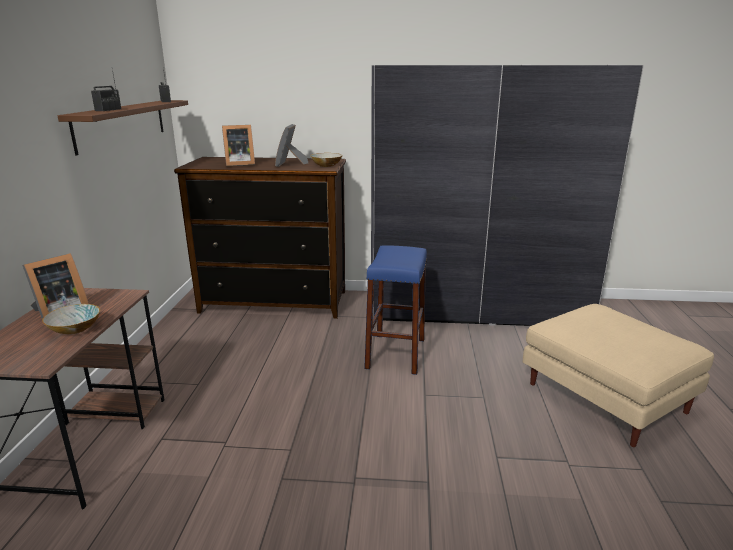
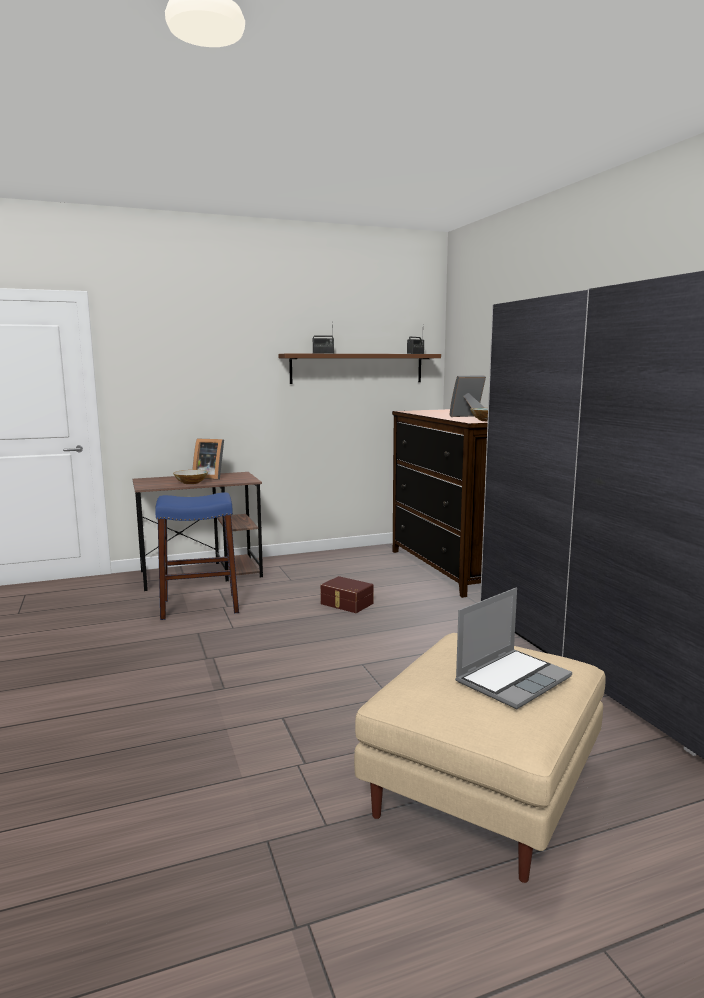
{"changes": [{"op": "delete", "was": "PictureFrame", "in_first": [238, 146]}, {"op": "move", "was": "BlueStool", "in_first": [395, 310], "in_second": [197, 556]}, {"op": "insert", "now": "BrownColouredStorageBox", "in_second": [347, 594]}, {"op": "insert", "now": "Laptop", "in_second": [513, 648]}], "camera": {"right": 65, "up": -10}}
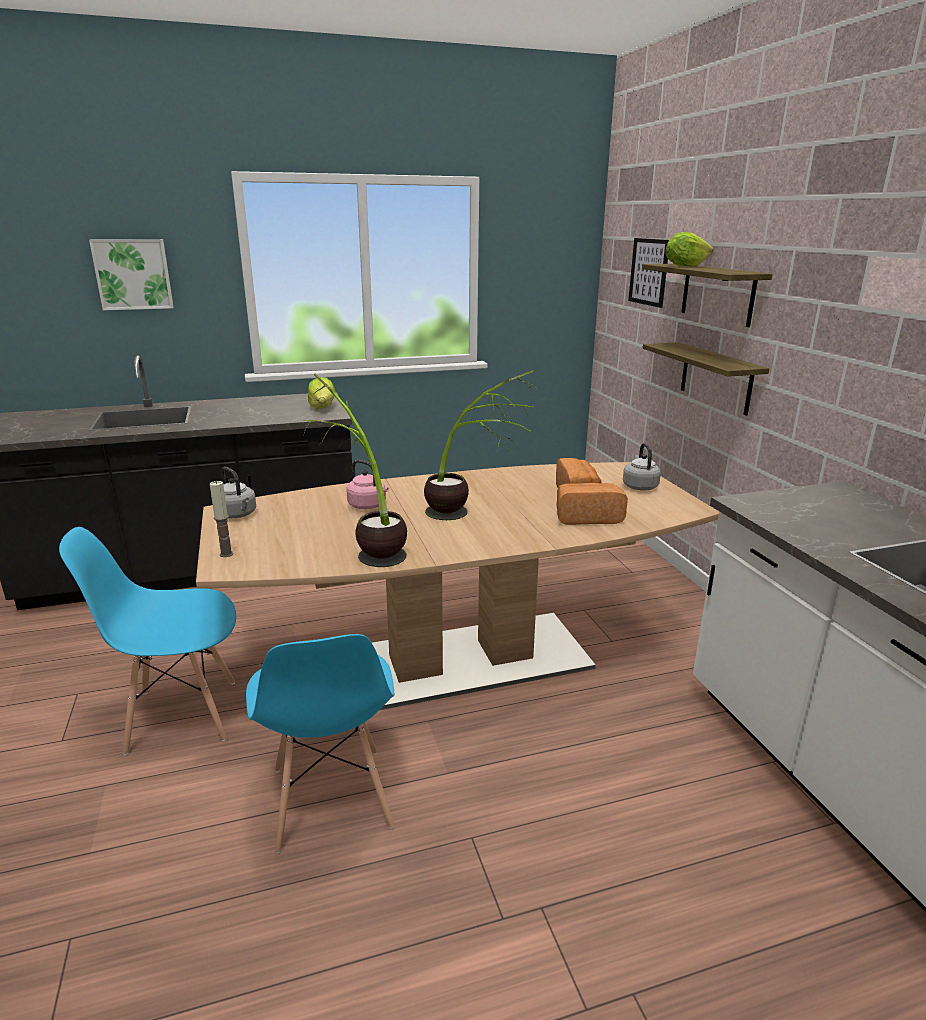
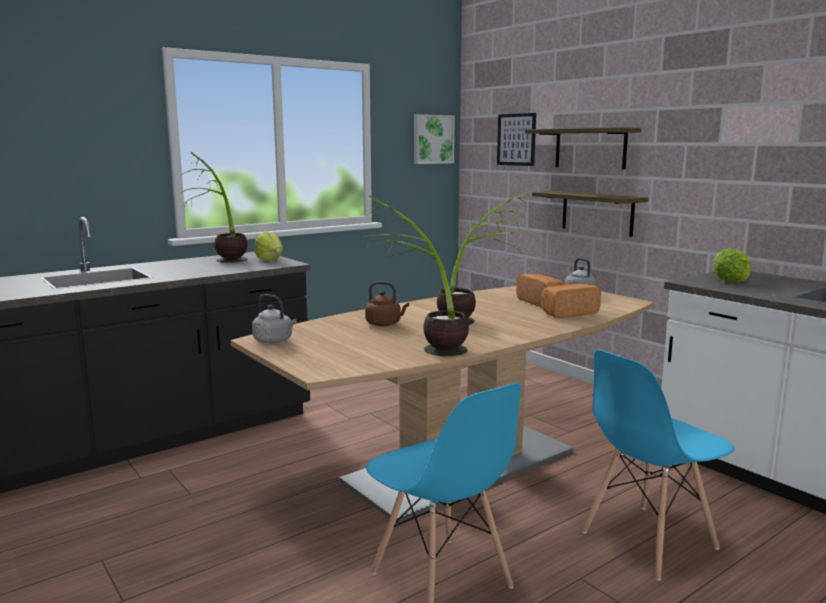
{"changes": [{"op": "move", "was": "BluePlainChair", "in_first": [147, 641], "in_second": [658, 465]}, {"op": "move", "was": "WallPicture", "in_first": [131, 274], "in_second": [434, 139]}, {"op": "delete", "was": "Candle", "in_first": [222, 519]}, {"op": "recolor", "was": "PinkishWaterKettle", "now": "BrownColouredWaterKettle", "in_first": [367, 484], "in_second": [387, 303]}, {"op": "move", "was": "Lettuce", "in_first": [689, 249], "in_second": [731, 265]}, {"op": "insert", "now": "PottedPlant", "in_second": [213, 207]}], "camera": {"right": -20, "up": -10}}
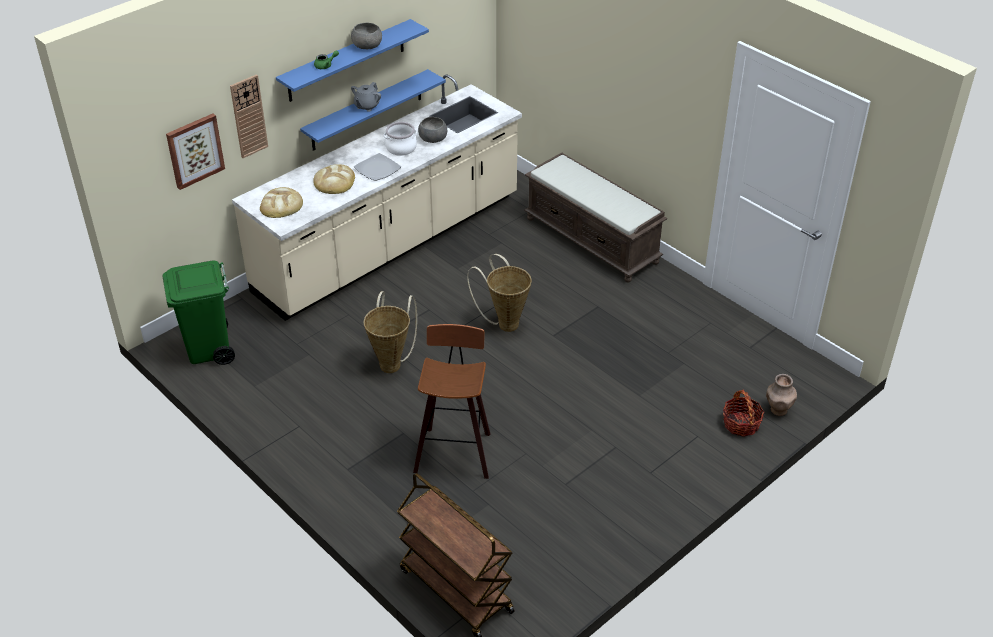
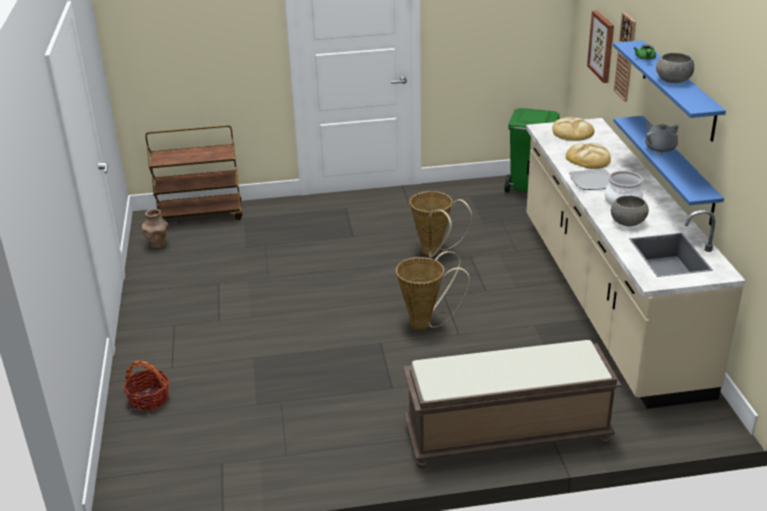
{"changes": [{"op": "delete", "was": "Stool", "in_first": [451, 401]}, {"op": "move", "was": "BrownColouredFlowerVase", "in_first": [781, 395], "in_second": [155, 228]}], "camera": {"right": 125, "up": -10}}
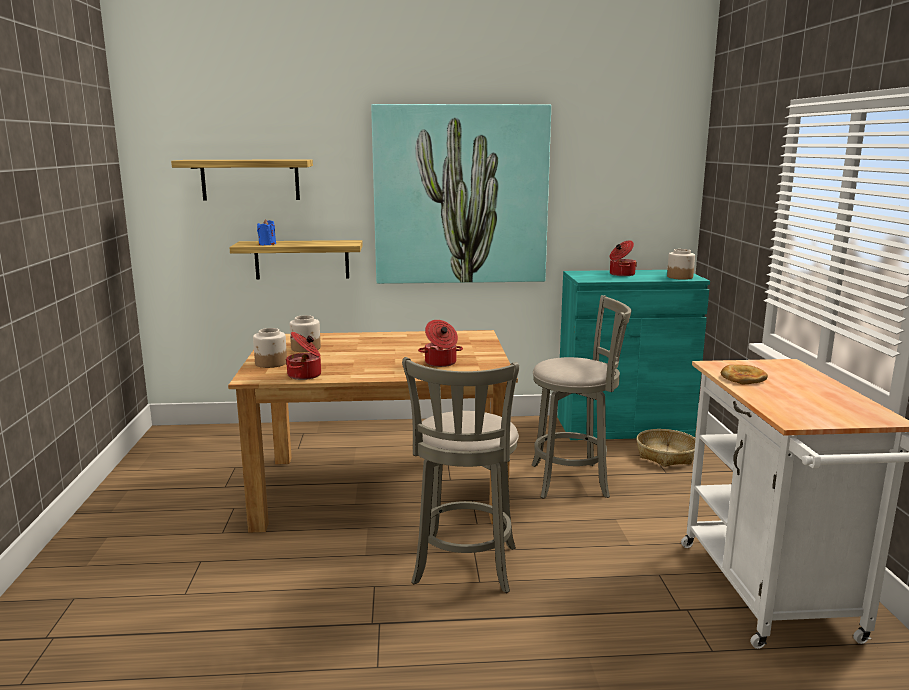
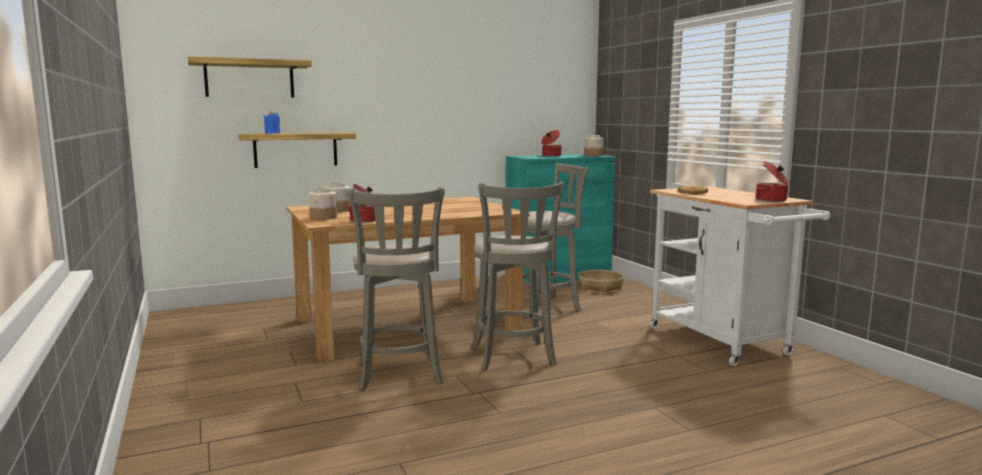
{"changes": [{"op": "delete", "was": "WallPicture", "in_first": [461, 194]}, {"op": "move", "was": "CookingPot", "in_first": [440, 343], "in_second": [772, 181]}, {"op": "insert", "now": "GreyStool", "in_second": [396, 289]}], "camera": {"right": -20, "up": -5}}
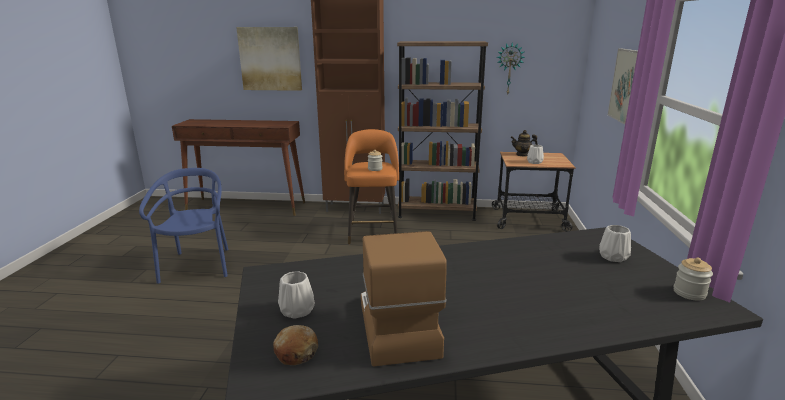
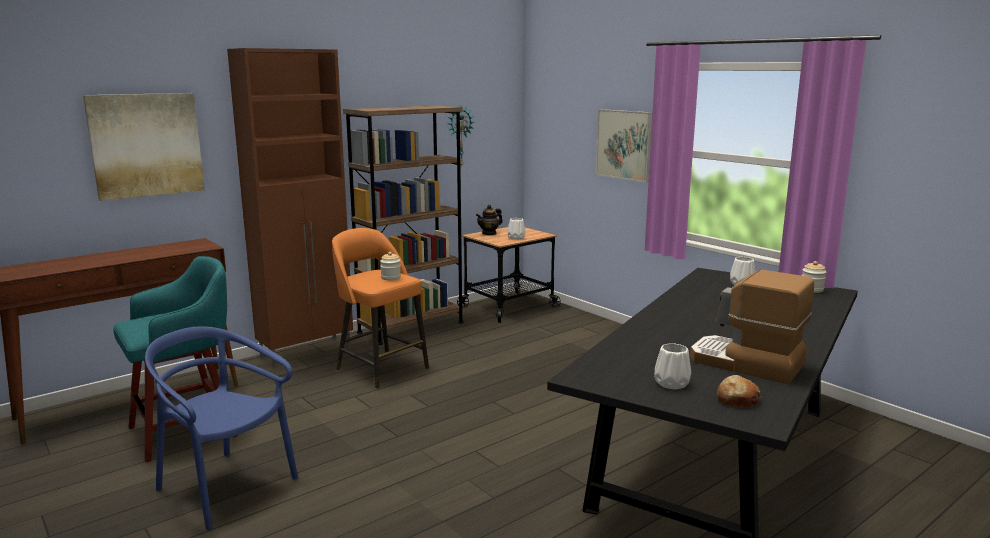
{"changes": [{"op": "insert", "now": "TurquoiseStool", "in_second": [175, 359]}], "camera": {"right": -45, "up": -5}}
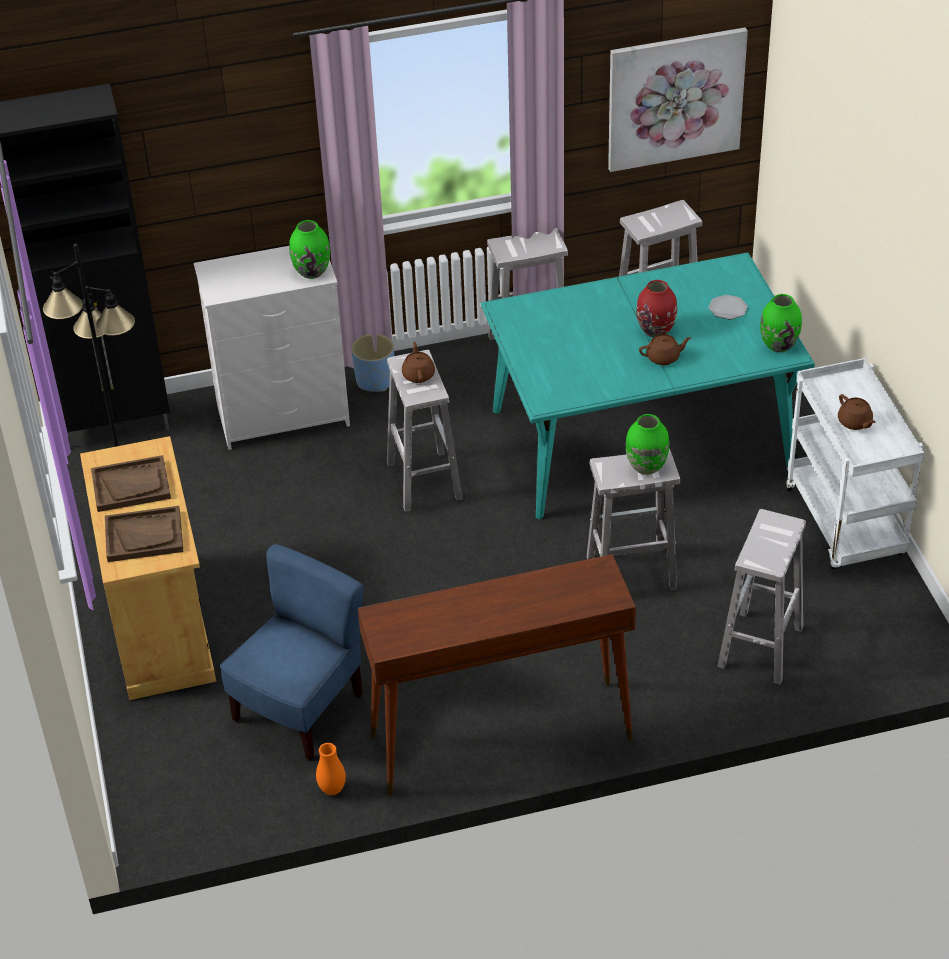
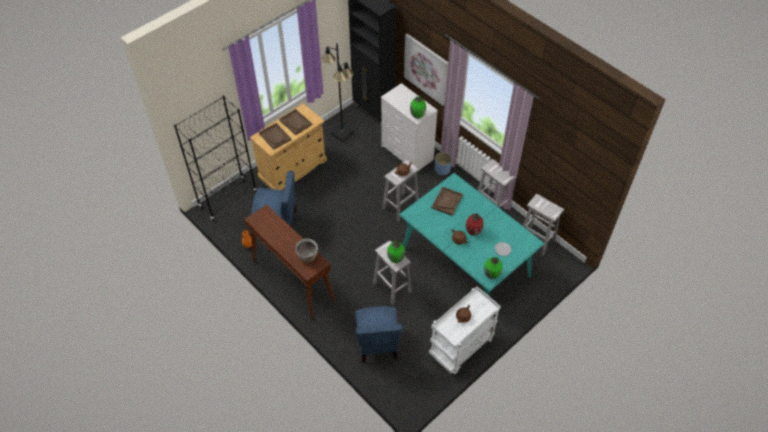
{"changes": [{"op": "move", "was": "WallPicture", "in_first": [678, 100], "in_second": [426, 70]}, {"op": "replace", "was": "WhiteColouredStool", "now": "BluePlainChair", "in_first": [761, 597], "in_second": [378, 334]}, {"op": "insert", "now": "BlackColouredShelvingUnit", "in_second": [215, 157]}, {"op": "insert", "now": "BrownColouredCookingPot", "in_second": [306, 251]}, {"op": "insert", "now": "BrownColouredServingTray", "in_second": [447, 201]}], "camera": {"right": 60, "up": 10}}
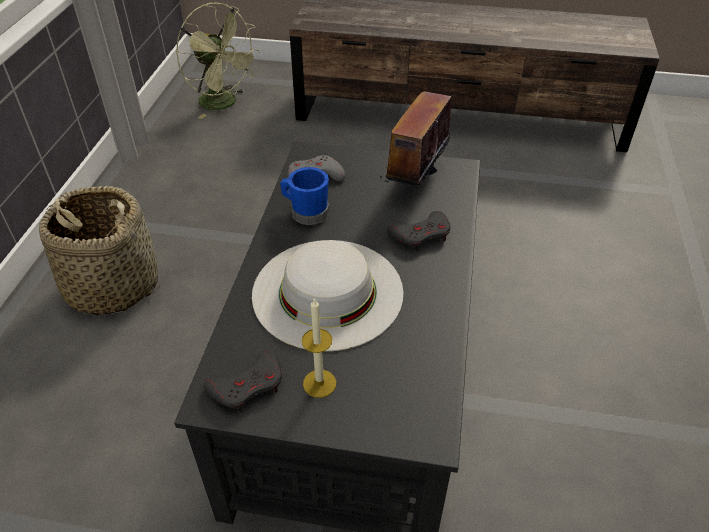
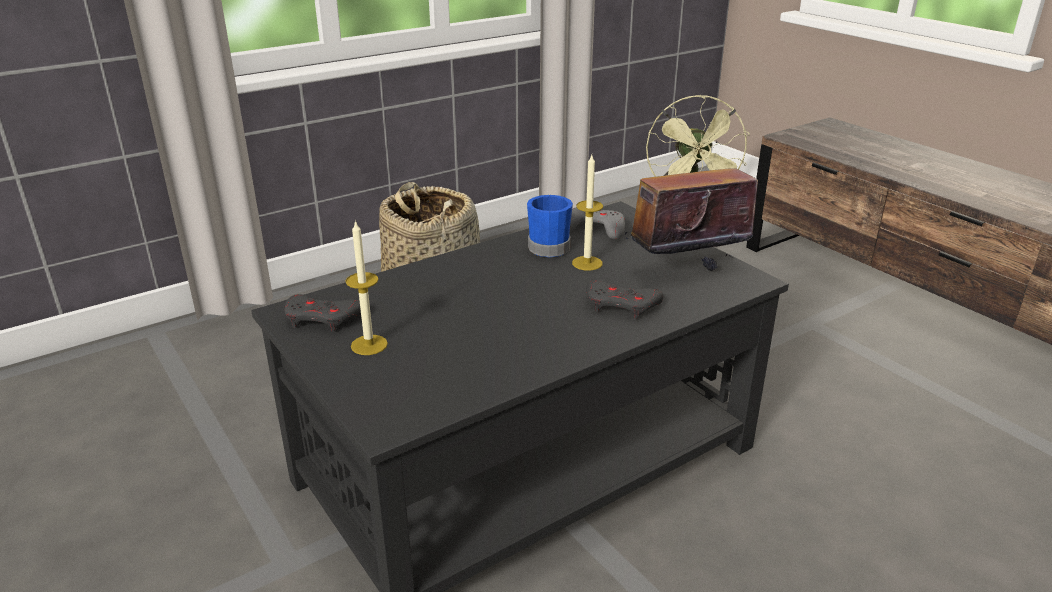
{"changes": [{"op": "delete", "was": "WhiteColouredClothingHat", "in_first": [327, 296]}, {"op": "insert", "now": "Candle", "in_second": [587, 213]}], "camera": {"right": 45, "up": -15}}
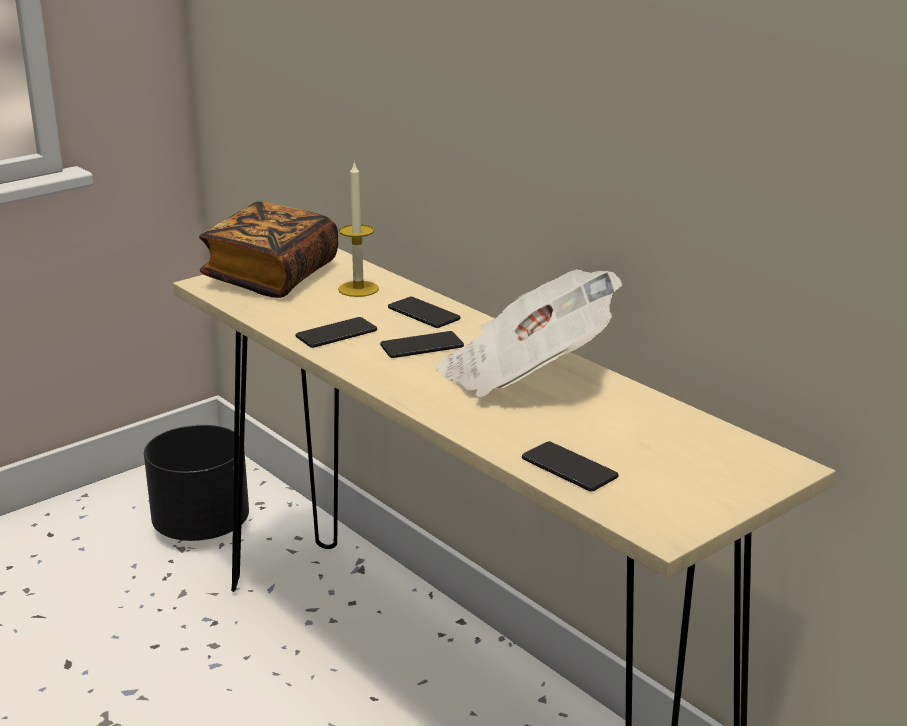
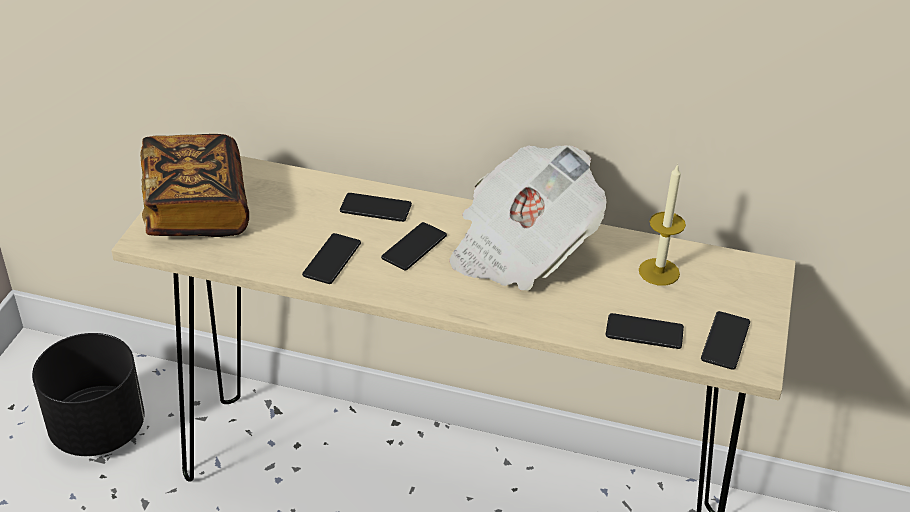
{"changes": [{"op": "move", "was": "Candle", "in_first": [358, 229], "in_second": [662, 225]}, {"op": "insert", "now": "Handset", "in_second": [725, 340]}], "camera": {"right": -35, "up": 15}}
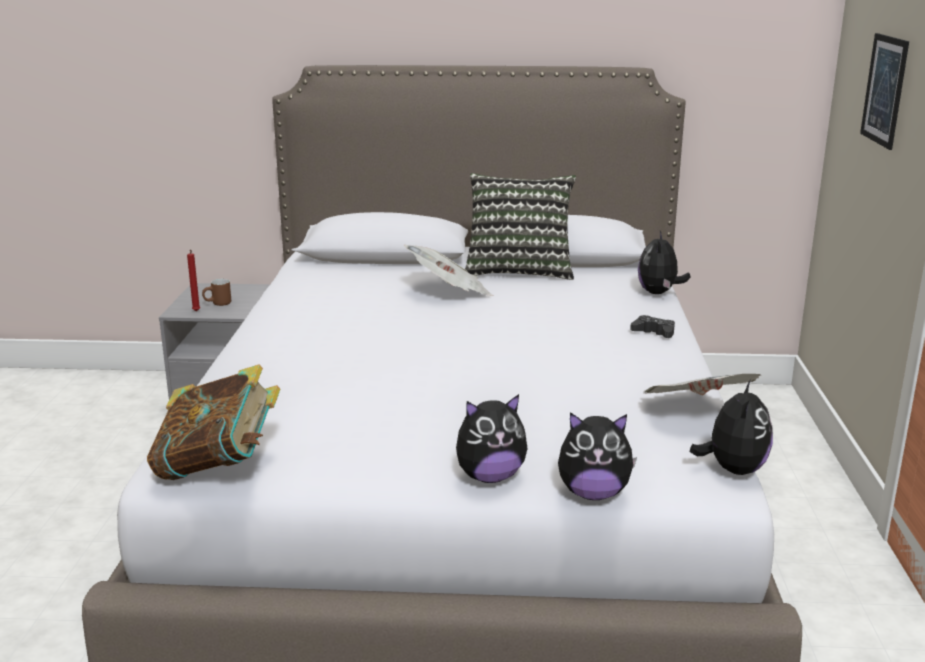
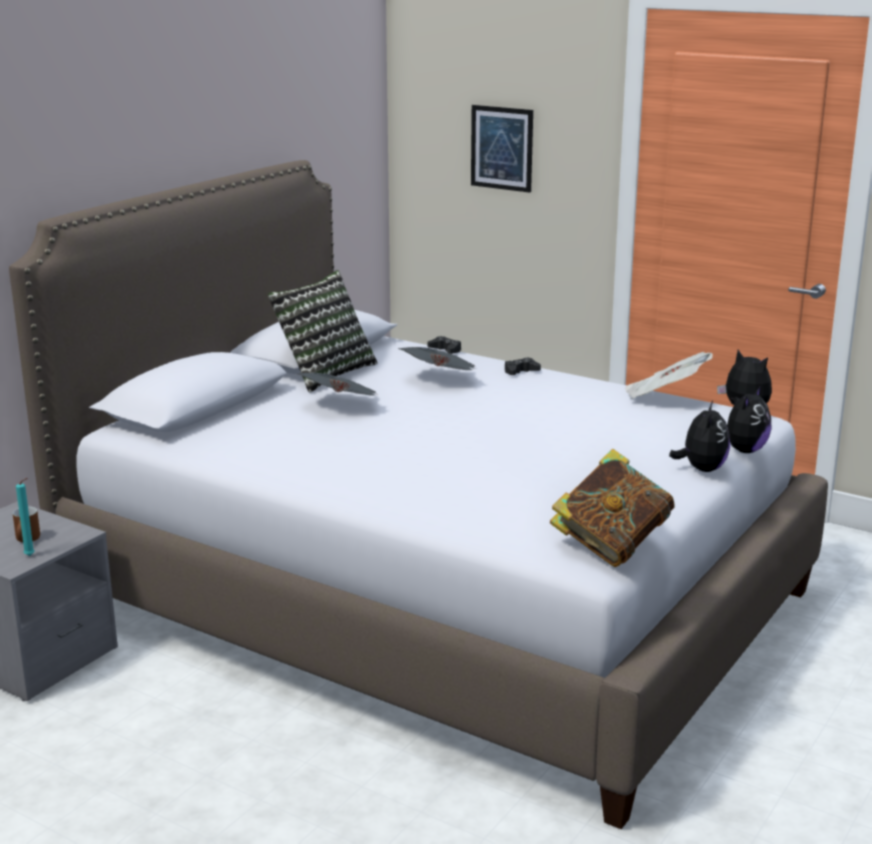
{"changes": [{"op": "recolor", "was": "ReddishCandle", "now": "TurquoiseCandle", "in_first": [193, 280], "in_second": [25, 517]}, {"op": "replace", "was": "CuddlyToy", "now": "BlackColouredGameController", "in_first": [664, 262], "in_second": [444, 345]}, {"op": "insert", "now": "DailyPaper", "in_second": [437, 358]}], "camera": {"right": -60, "up": 0}}
